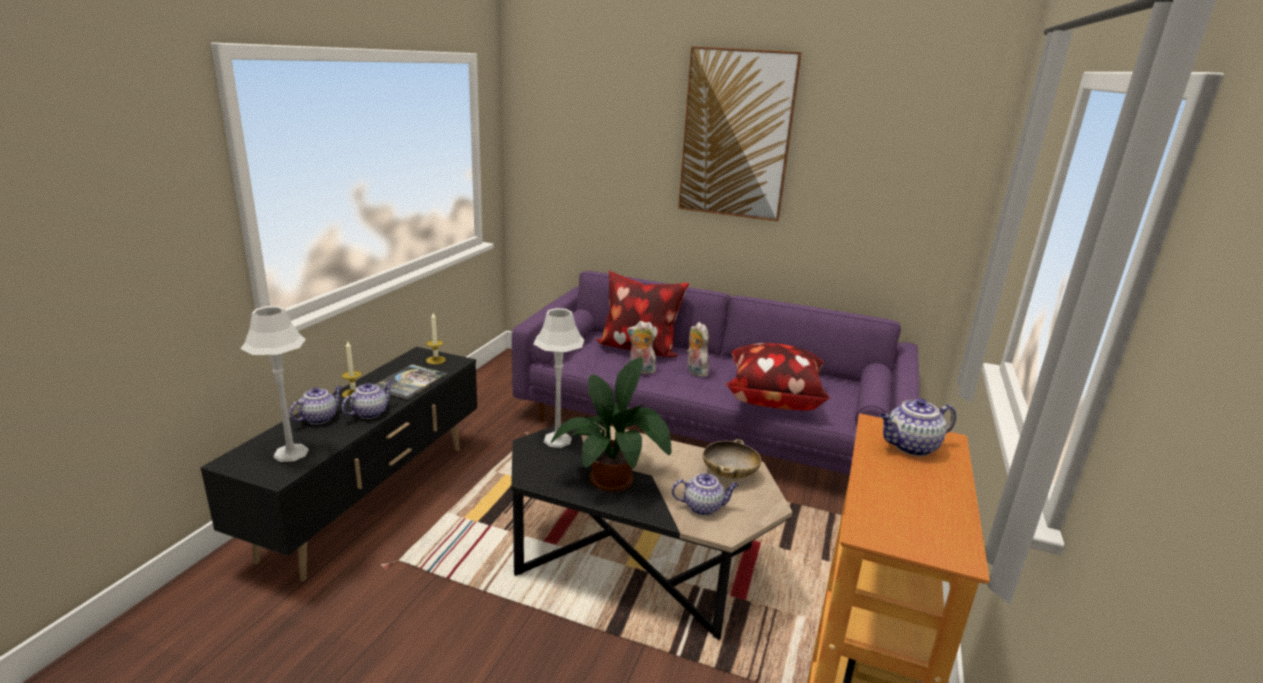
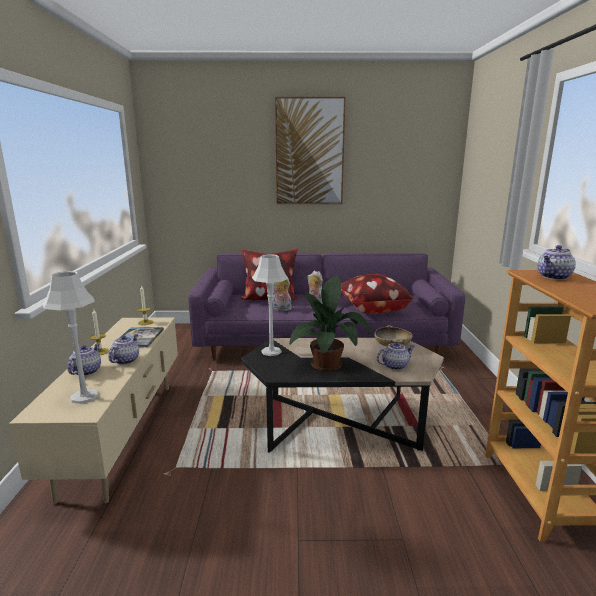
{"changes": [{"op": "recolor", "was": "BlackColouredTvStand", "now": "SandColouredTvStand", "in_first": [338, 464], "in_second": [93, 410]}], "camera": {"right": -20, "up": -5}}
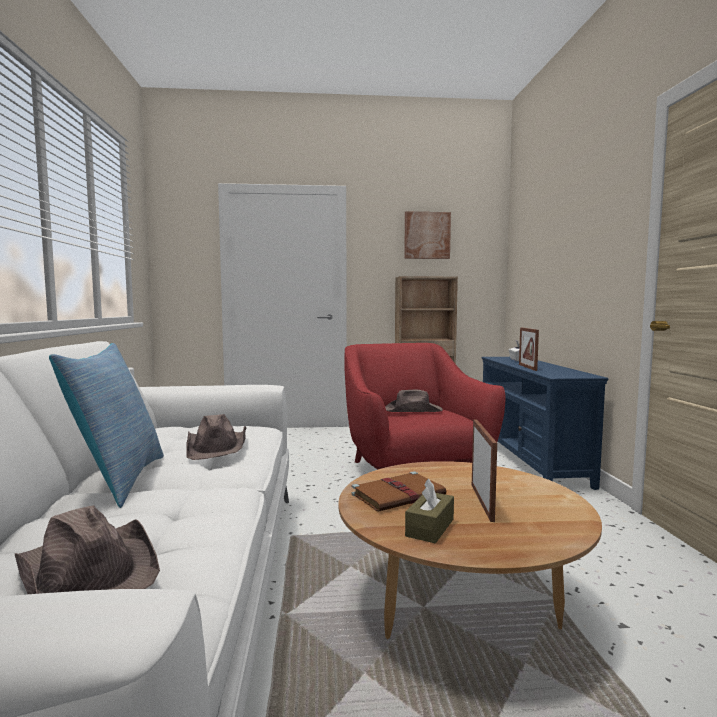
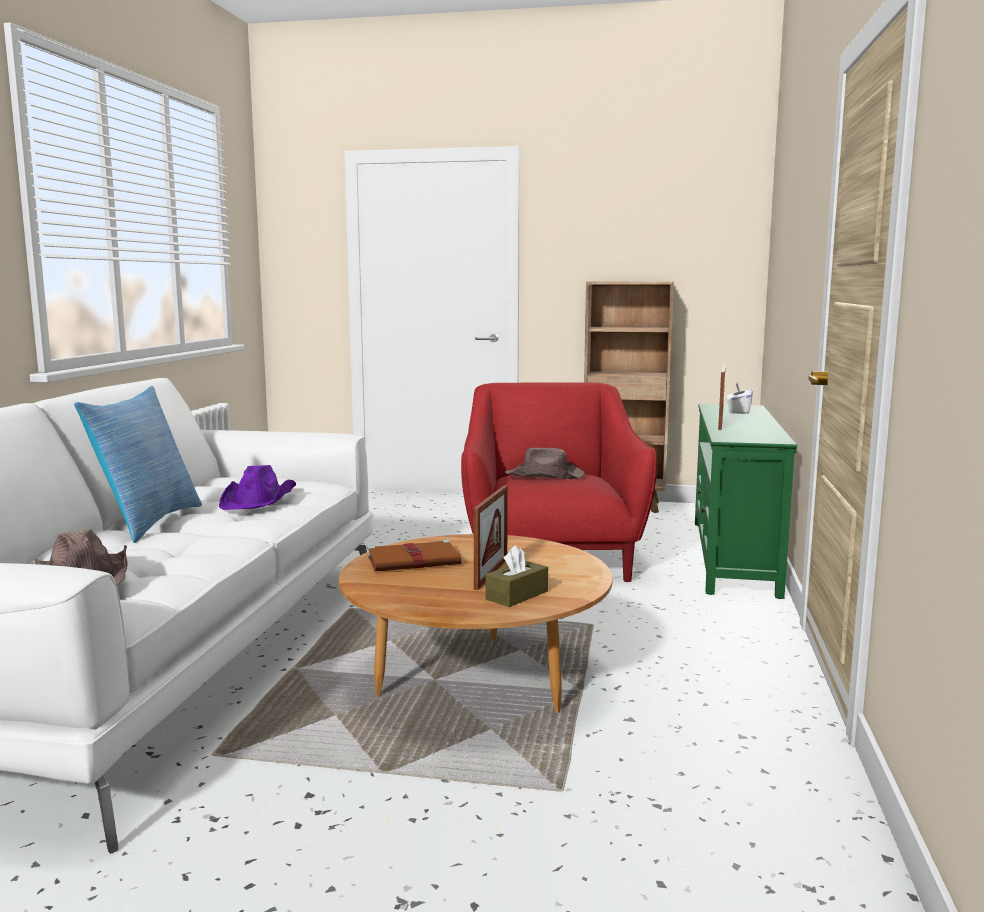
{"changes": [{"op": "recolor", "was": "BrownColouredClothingHat", "now": "PurpleColouredClothingHat", "in_first": [216, 437], "in_second": [257, 487]}, {"op": "delete", "was": "WallPicture", "in_first": [427, 235]}, {"op": "move", "was": "BrownColouredBoxOfTissues", "in_first": [429, 511], "in_second": [516, 576]}, {"op": "recolor", "was": "BlueTvStand", "now": "GreenishTvStand", "in_first": [545, 423], "in_second": [746, 501]}], "camera": {"right": 15, "up": 5}}
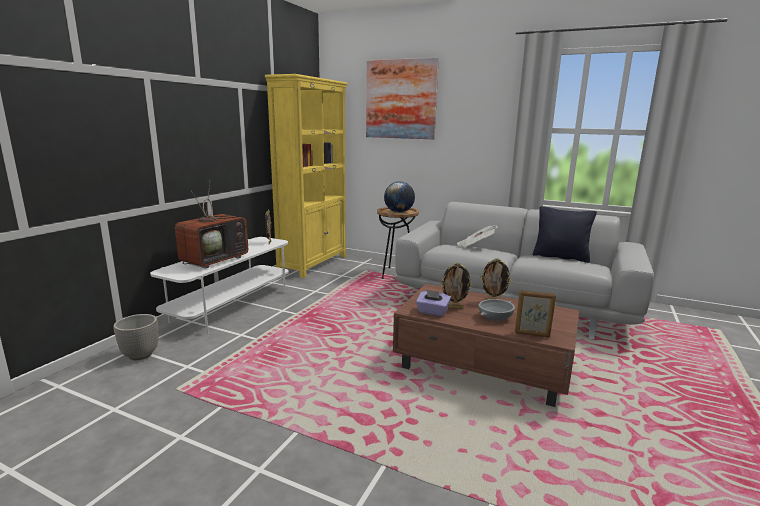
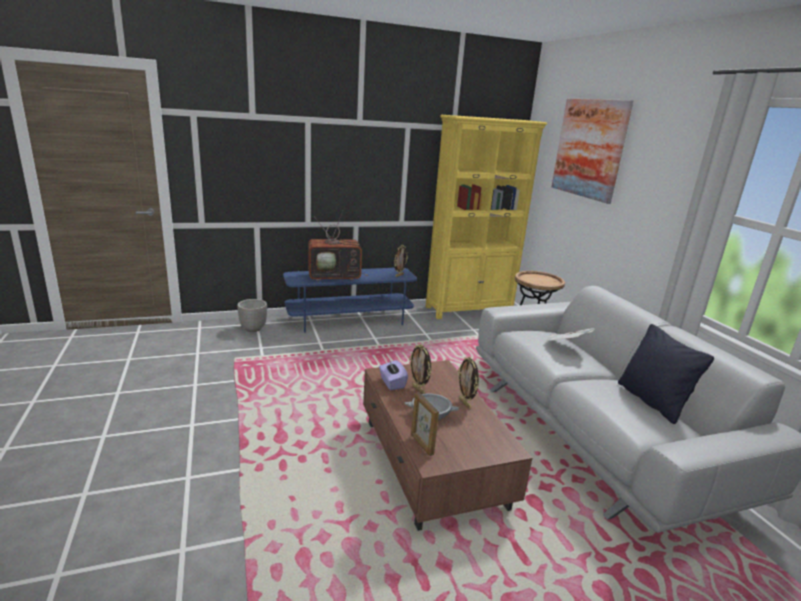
{"changes": [{"op": "recolor", "was": "WhiteColouredTvStand", "now": "BlueTvStand", "in_first": [219, 285], "in_second": [350, 300]}, {"op": "delete", "was": "Globe", "in_first": [399, 197]}], "camera": {"right": 45, "up": 5}}
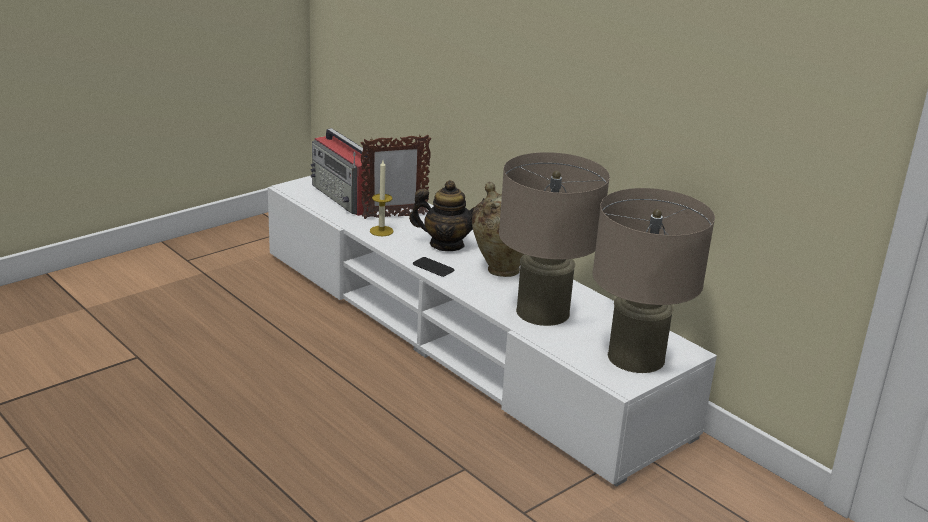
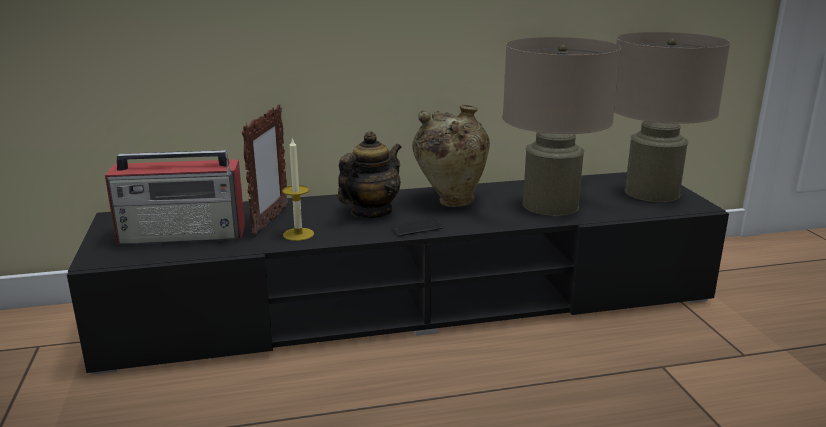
{"changes": [{"op": "recolor", "was": "WhiteColouredTvStand", "now": "BlackColouredTvStand", "in_first": [492, 331], "in_second": [398, 273]}], "camera": {"right": -60, "up": -5}}
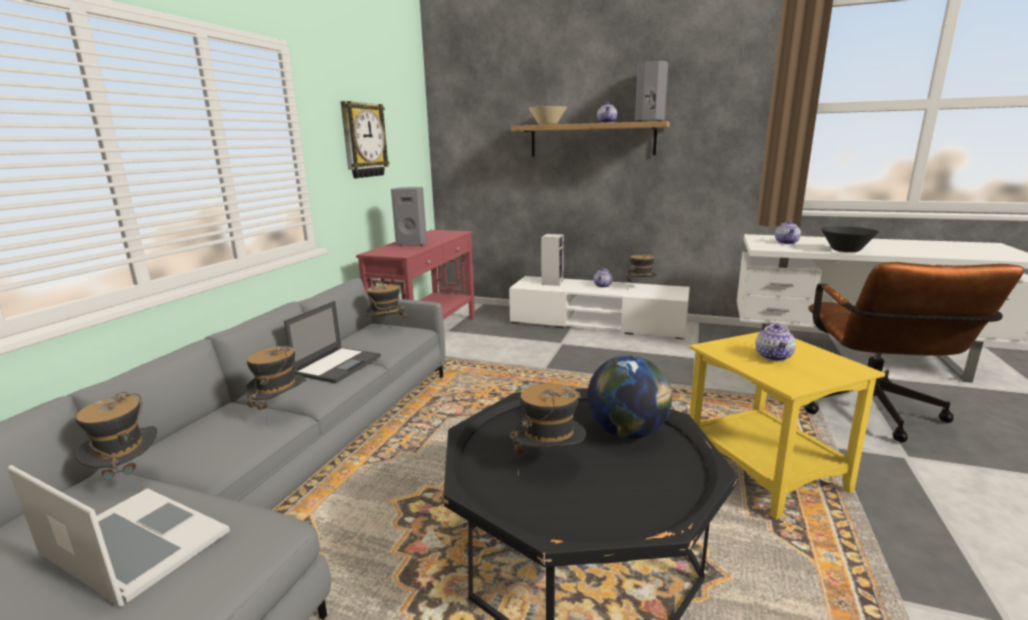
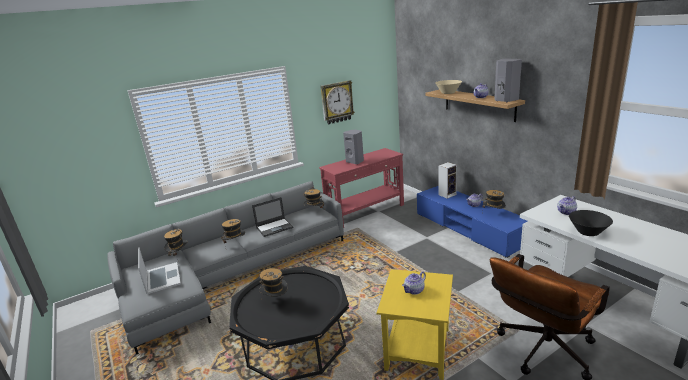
{"changes": [{"op": "recolor", "was": "WhiteColouredTvStand", "now": "BlueTvStand", "in_first": [599, 308], "in_second": [472, 222]}, {"op": "delete", "was": "Globe", "in_first": [629, 397]}], "camera": {"right": 40, "up": 5}}
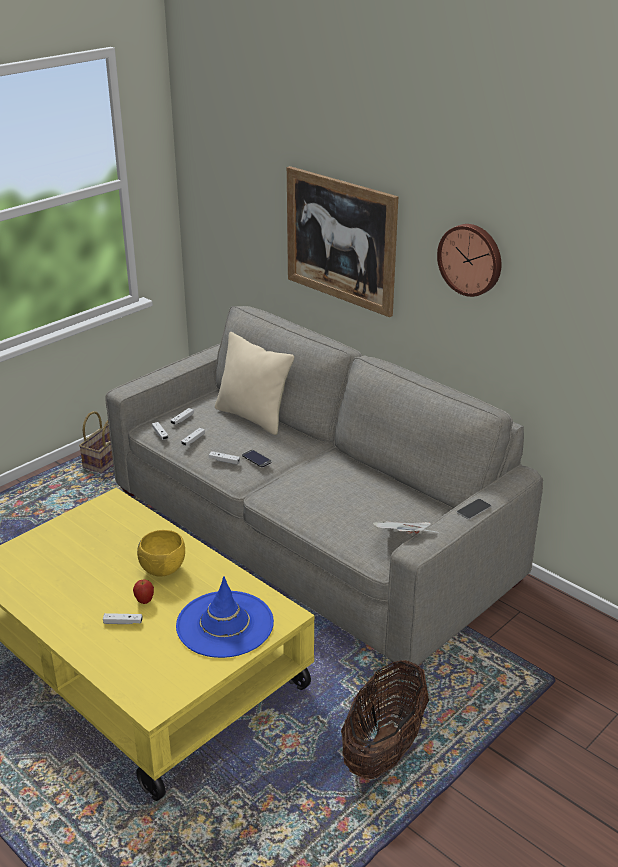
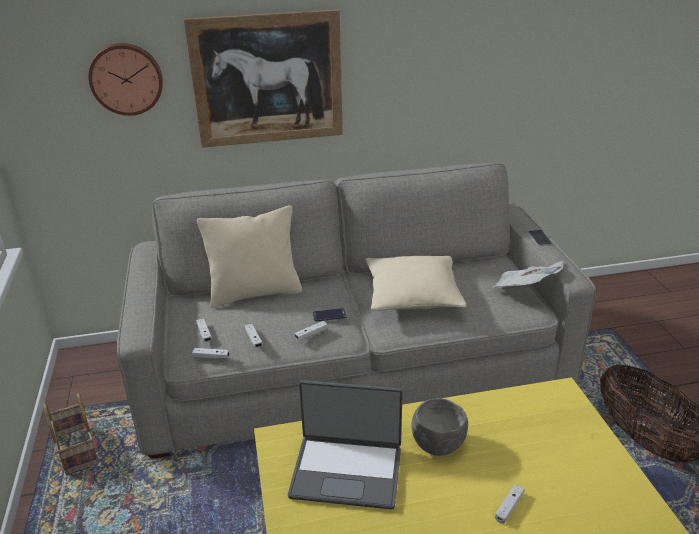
{"changes": [{"op": "delete", "was": "AppleFruit", "in_first": [143, 591]}, {"op": "recolor", "was": "YellowColouredDeepDish", "now": "GreyDeepDish", "in_first": [161, 553], "in_second": [439, 427]}, {"op": "delete", "was": "BlueClothingHat", "in_first": [225, 617]}, {"op": "move", "was": "ClockOnTheWall", "in_first": [469, 260], "in_second": [125, 79]}, {"op": "insert", "now": "Laptop", "in_second": [345, 445]}, {"op": "insert", "now": "SandColouredPillow", "in_second": [416, 283]}], "camera": {"right": -55, "up": 0}}
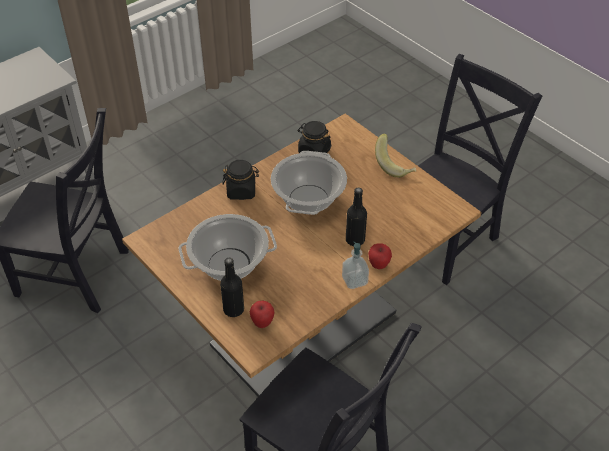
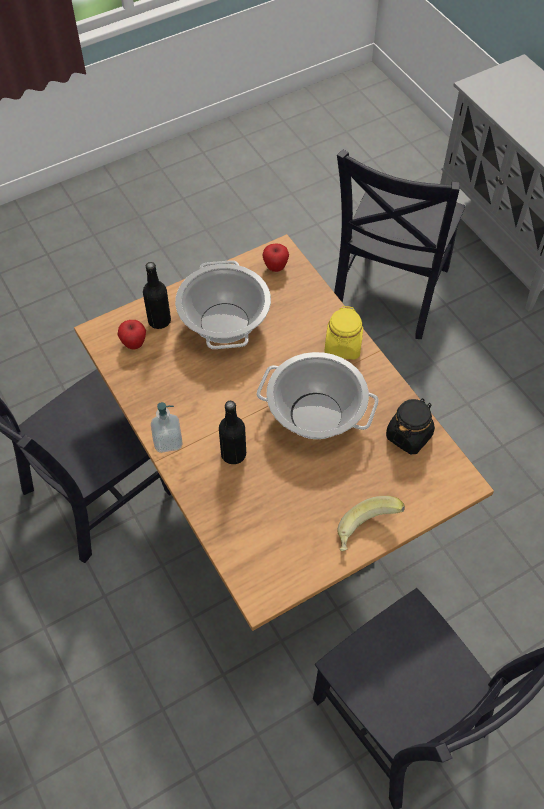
{"changes": [{"op": "recolor", "was": "BlackColouredJar", "now": "YellowColouredJar", "in_first": [240, 180], "in_second": [343, 333]}, {"op": "move", "was": "AppleFruit", "in_first": [380, 256], "in_second": [275, 258]}], "camera": {"right": 100, "up": 10}}
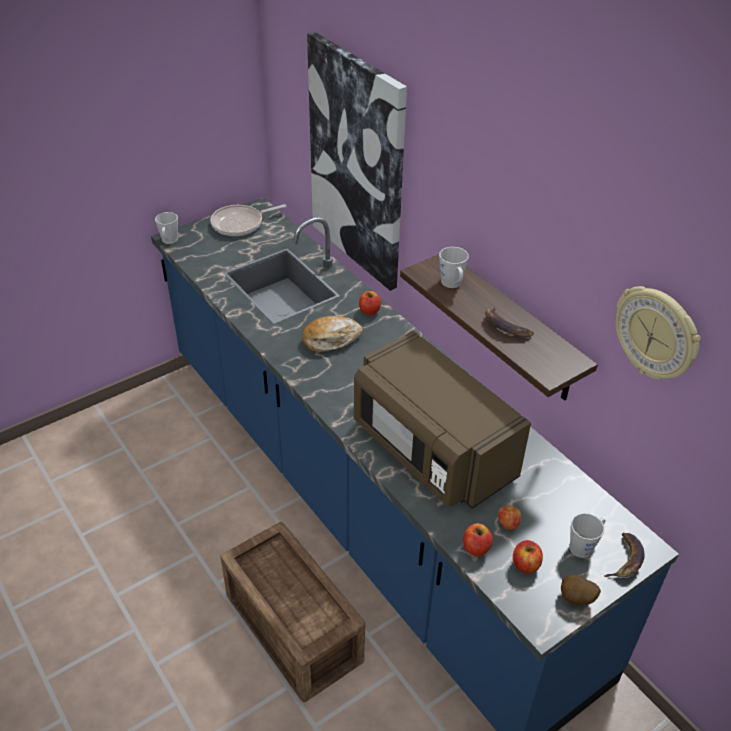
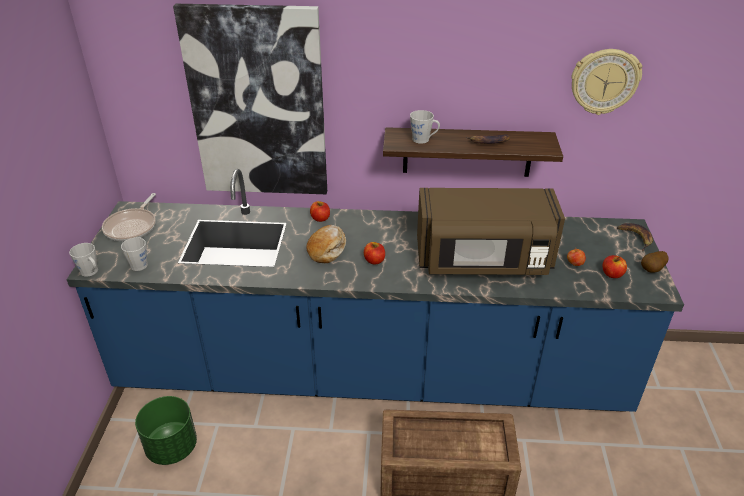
{"changes": [{"op": "move", "was": "AppleFruit", "in_first": [478, 539], "in_second": [374, 253]}, {"op": "move", "was": "GreyMug", "in_first": [587, 535], "in_second": [134, 254]}, {"op": "insert", "now": "GreenishPlantPot", "in_second": [166, 430]}], "camera": {"right": -50, "up": -5}}
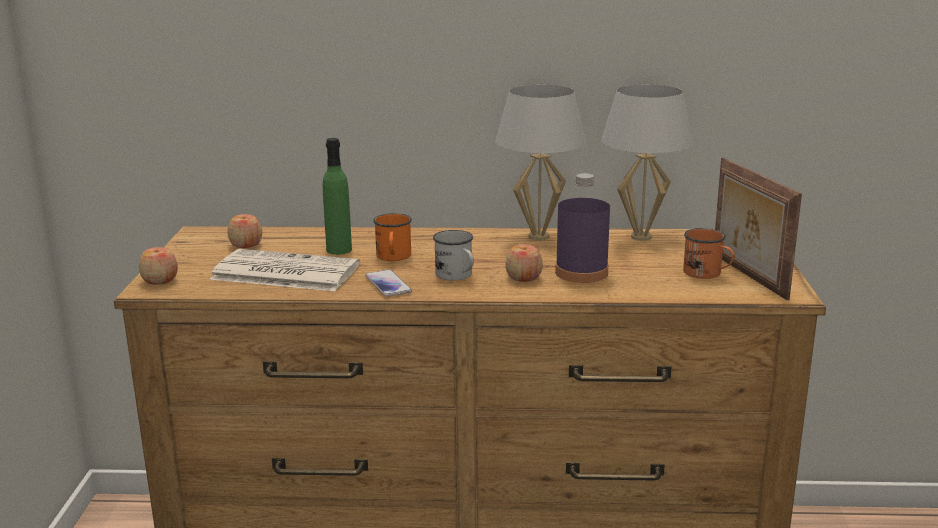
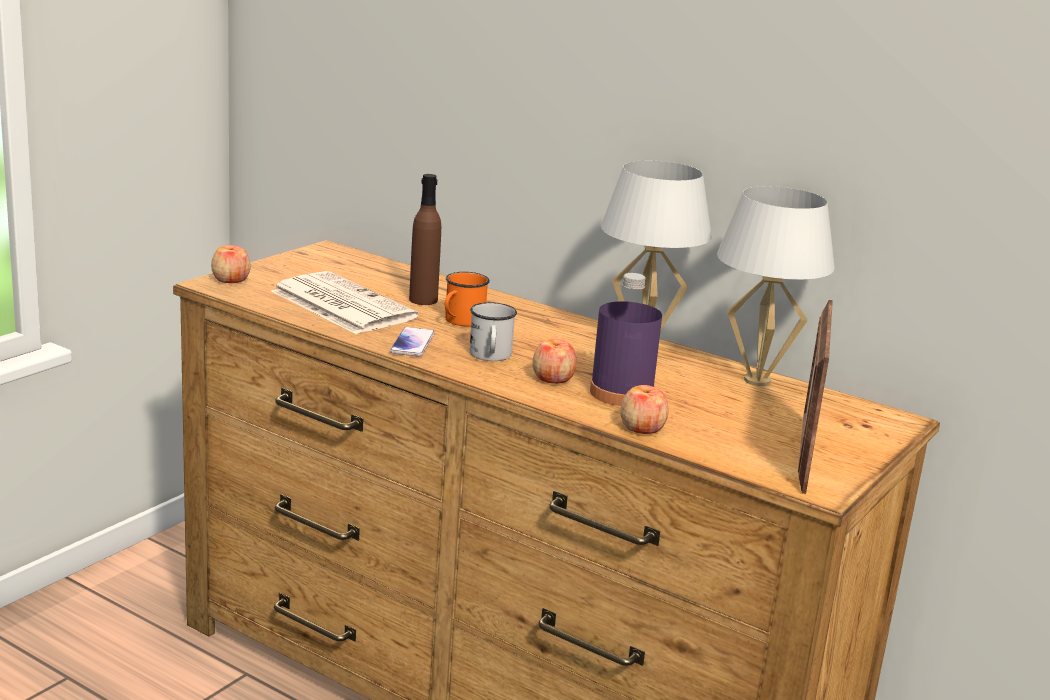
{"changes": [{"op": "move", "was": "AppleFruit", "in_first": [245, 231], "in_second": [644, 409]}, {"op": "recolor", "was": "GreenishDrinkBottle", "now": "BrownColouredDrinkBottle", "in_first": [337, 196], "in_second": [425, 239]}, {"op": "delete", "was": "OrangeColouredMug", "in_first": [709, 253]}], "camera": {"right": 30, "up": 0}}
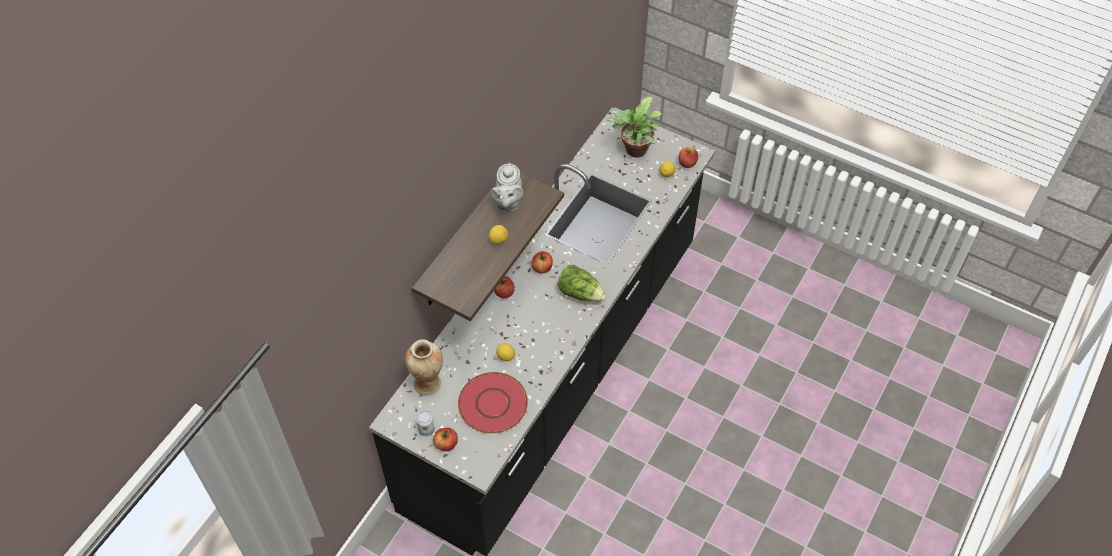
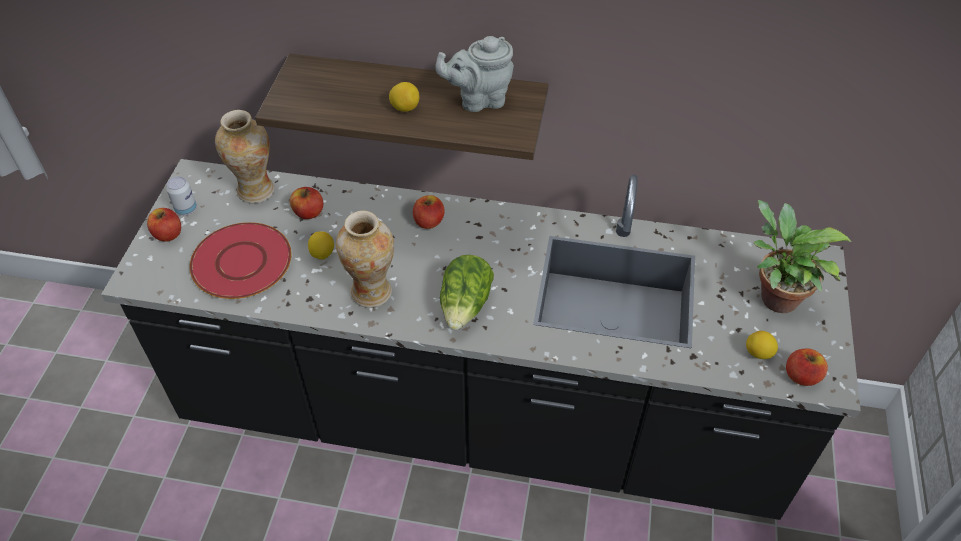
{"changes": [{"op": "move", "was": "AppleFruit", "in_first": [542, 262], "in_second": [306, 203]}, {"op": "insert", "now": "FlowerVase", "in_second": [365, 259]}], "camera": {"right": 70, "up": -5}}
